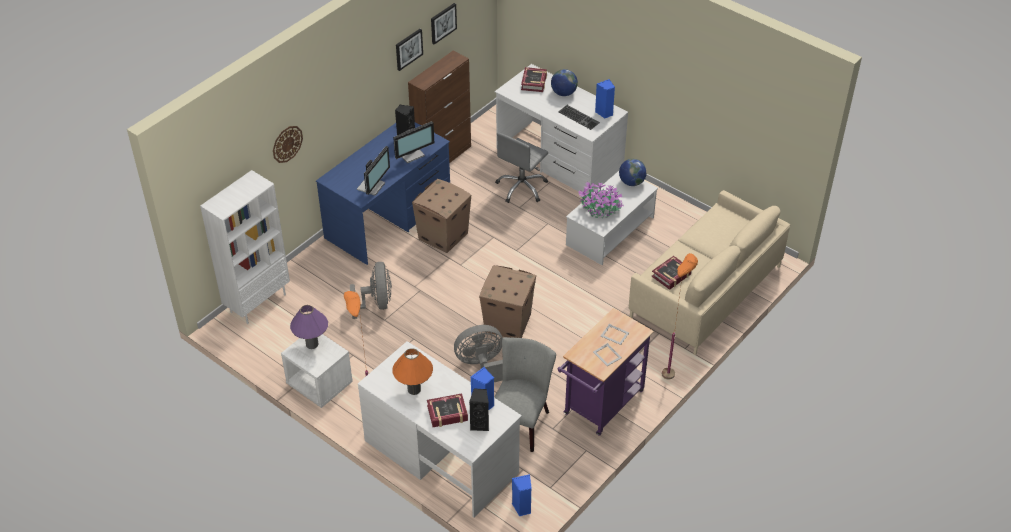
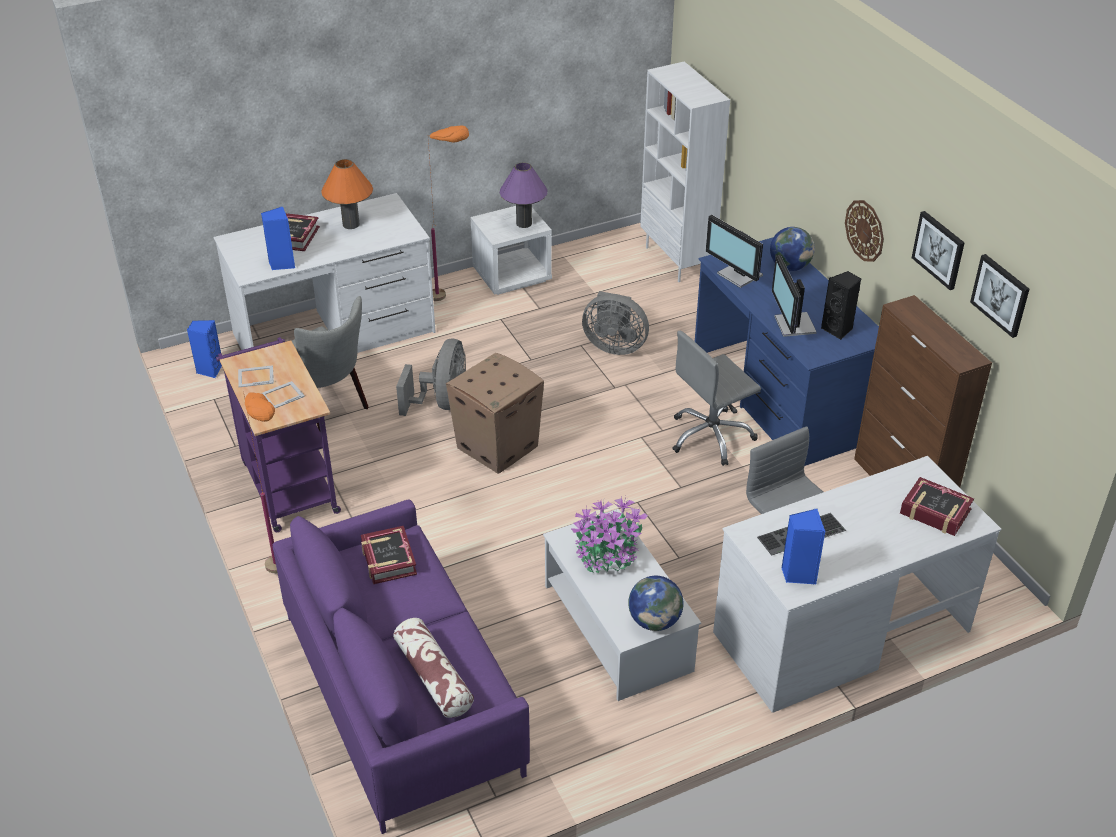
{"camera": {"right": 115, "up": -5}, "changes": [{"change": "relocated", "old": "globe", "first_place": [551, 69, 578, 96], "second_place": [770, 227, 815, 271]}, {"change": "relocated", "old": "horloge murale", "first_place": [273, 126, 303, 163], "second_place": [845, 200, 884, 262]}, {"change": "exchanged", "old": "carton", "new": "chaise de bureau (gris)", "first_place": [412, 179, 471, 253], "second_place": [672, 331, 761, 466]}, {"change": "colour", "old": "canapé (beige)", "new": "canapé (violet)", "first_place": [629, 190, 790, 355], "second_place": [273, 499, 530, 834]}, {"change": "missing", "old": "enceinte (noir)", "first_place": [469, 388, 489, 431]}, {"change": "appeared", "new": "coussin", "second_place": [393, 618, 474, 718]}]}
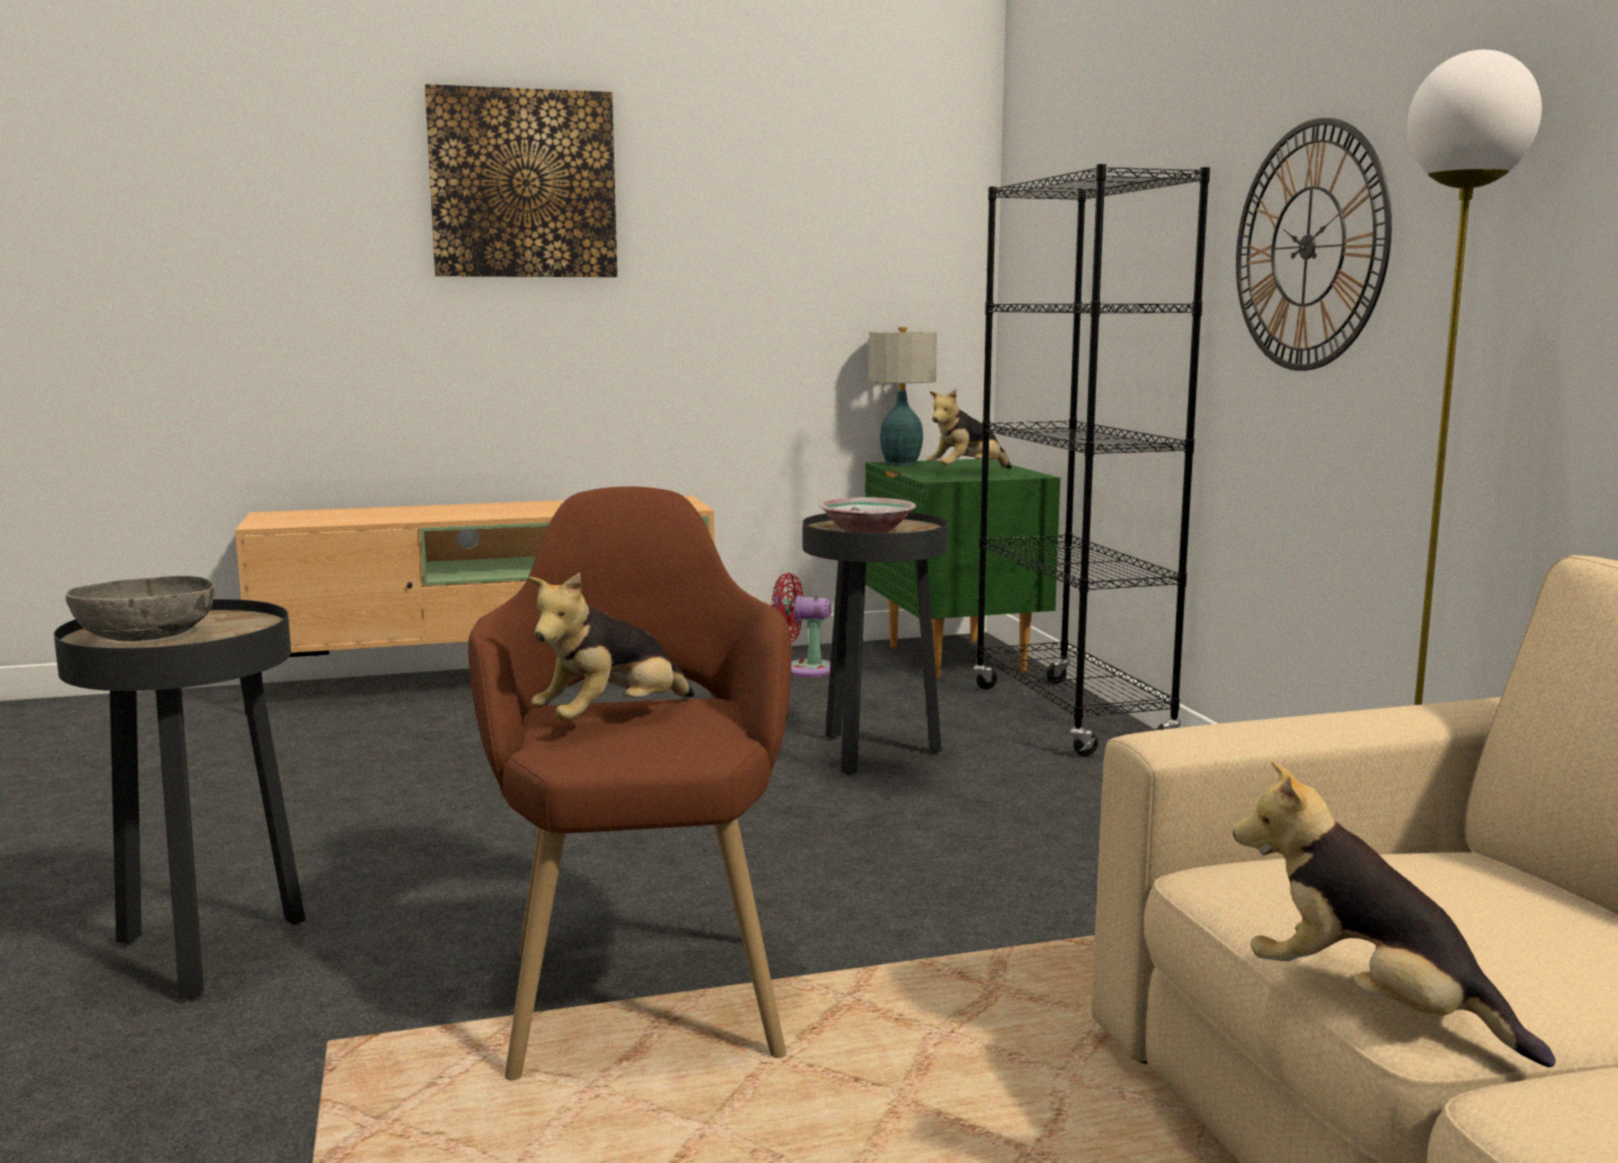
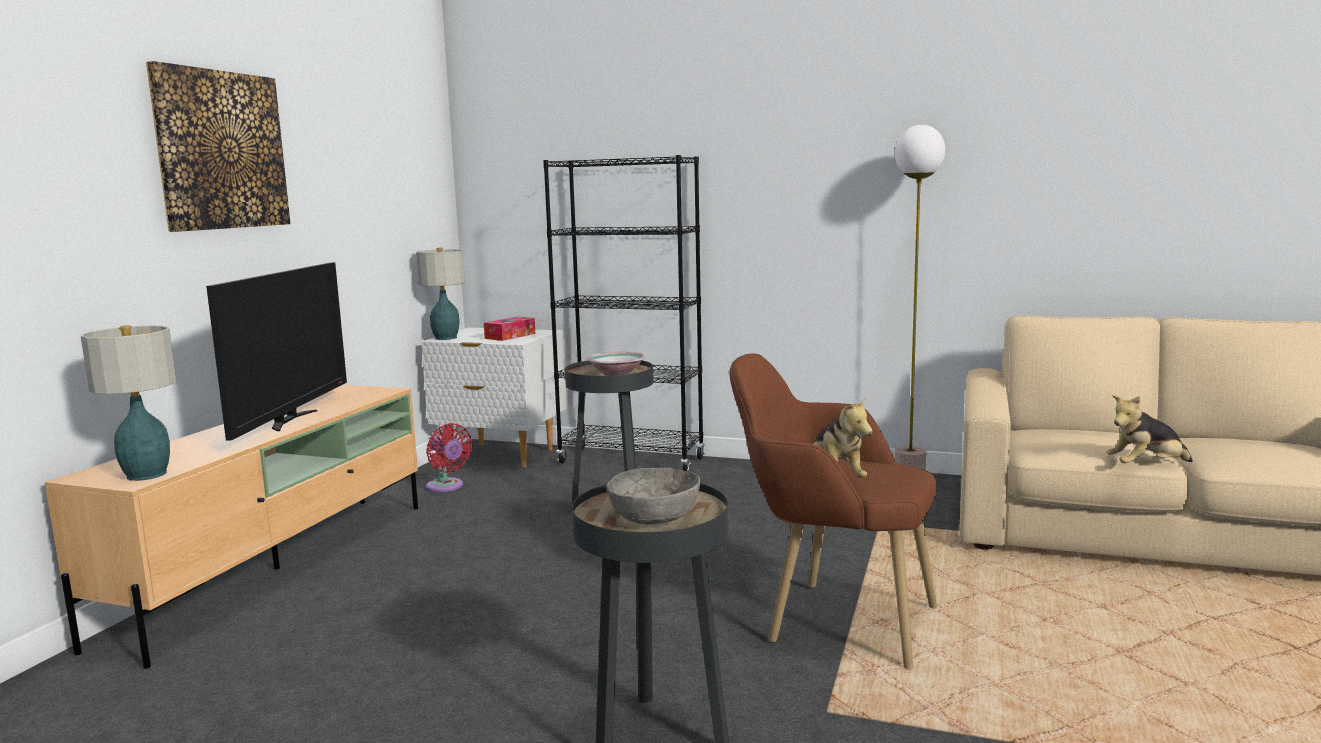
{"camera": {"right": -55, "up": 0}, "changes": [{"change": "missing", "old": "horloge murale", "first_place": [1236, 118, 1392, 371]}, {"change": "exchanged", "old": "peluche", "new": "boîte à mouchoirs", "first_place": [927, 389, 1011, 469], "second_place": [484, 317, 535, 341]}, {"change": "colour", "old": "table de chevet (vert)", "new": "table de chevet (blanc)", "first_place": [865, 459, 1060, 678], "second_place": [421, 328, 567, 467]}, {"change": "spun", "old": "ventilateur (rouge)", "first_place": [771, 573, 831, 677], "second_place": [426, 423, 473, 492], "degrees": -90}, {"change": "appeared", "new": "téléviseur", "second_place": [206, 262, 347, 440]}, {"change": "appeared", "new": "lampe de table", "second_place": [81, 325, 176, 481]}]}
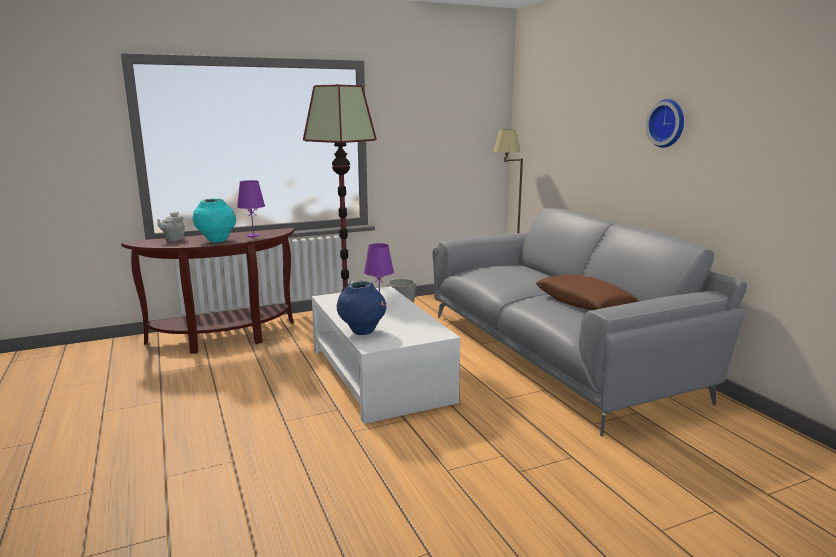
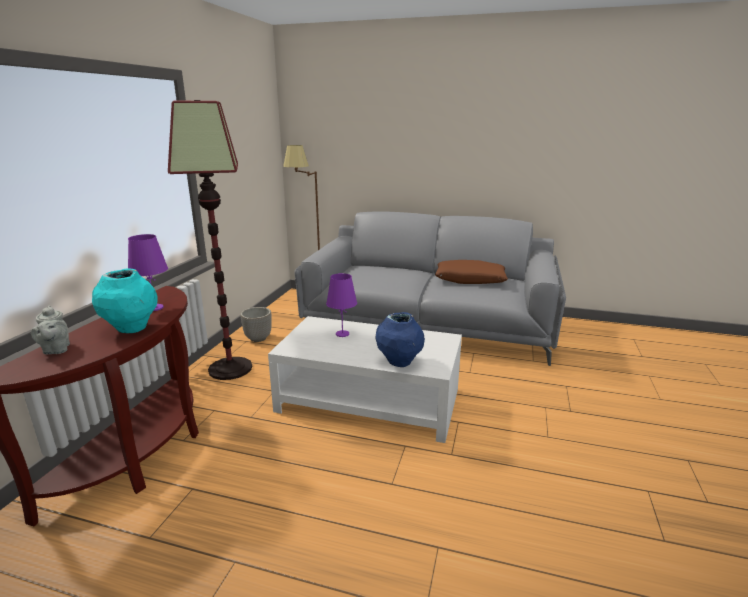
{"camera": {"right": -50, "up": 5}, "changes": [{"change": "missing", "old": "horloge murale", "first_place": [646, 99, 684, 148]}]}
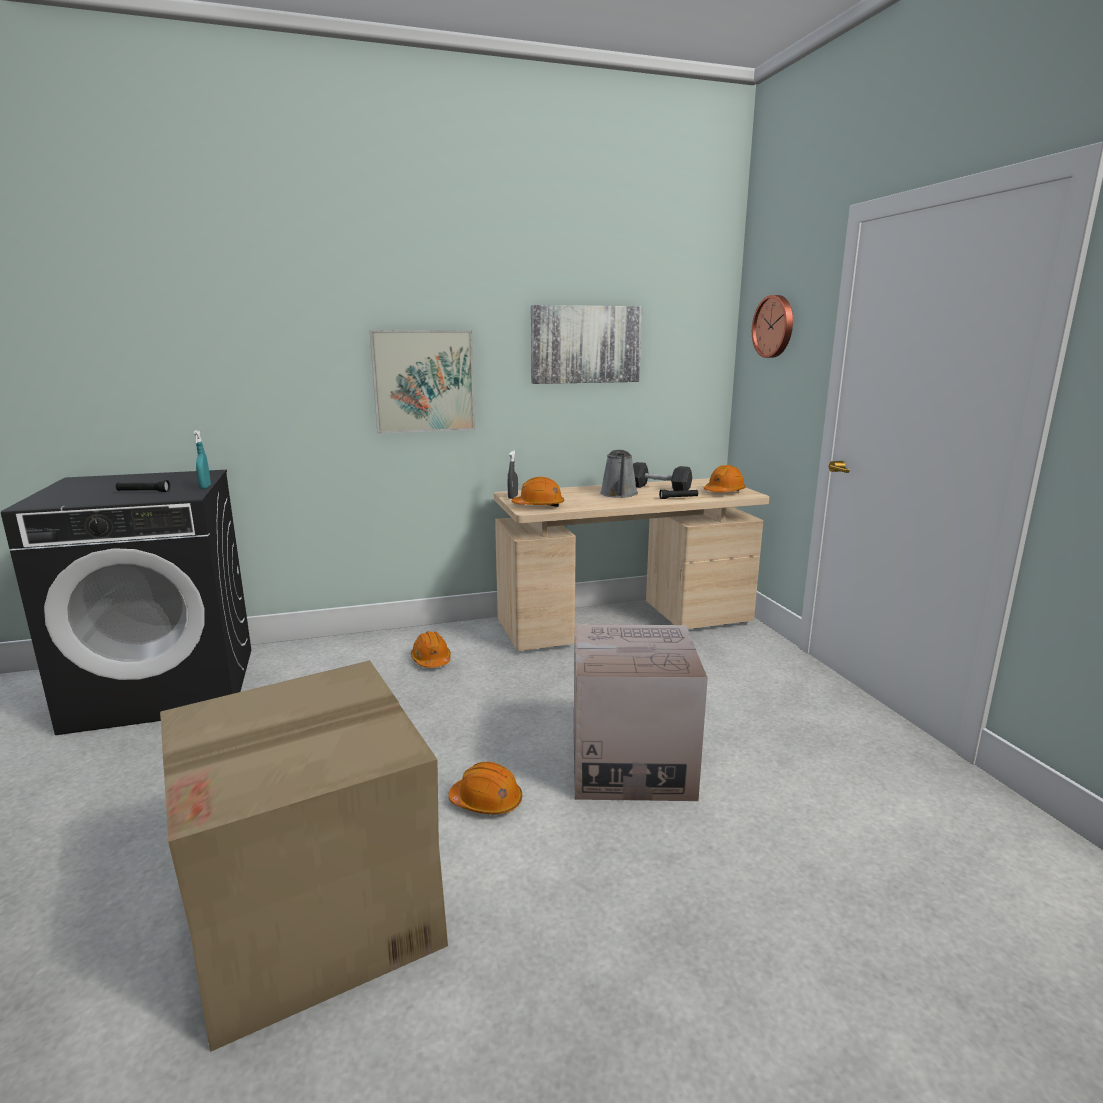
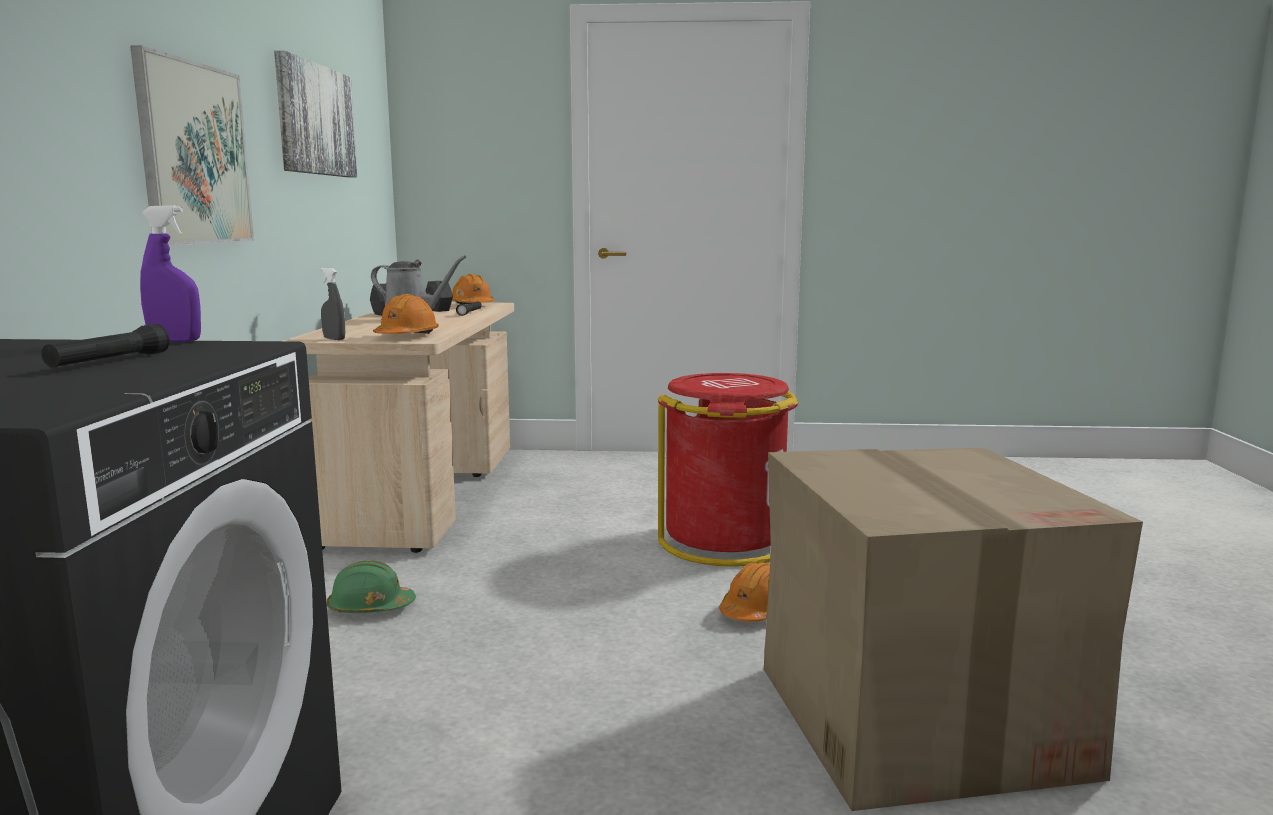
{"camera": {"right": -70, "up": -5}, "changes": [{"change": "missing", "old": "horloge murale", "first_place": [752, 295, 793, 358]}, {"change": "colour", "old": "vaporisateur (turquoise)", "new": "vaporisateur (violet)", "first_place": [193, 430, 211, 489], "second_place": [140, 205, 201, 342]}, {"change": "exchanged", "old": "carton", "new": "poubelle (rouge)", "first_place": [574, 624, 708, 801], "second_place": [658, 373, 798, 566]}, {"change": "colour", "old": "casque de chantier (orange)", "new": "casque de chantier (vert)", "first_place": [411, 631, 451, 668], "second_place": [327, 560, 416, 613]}]}
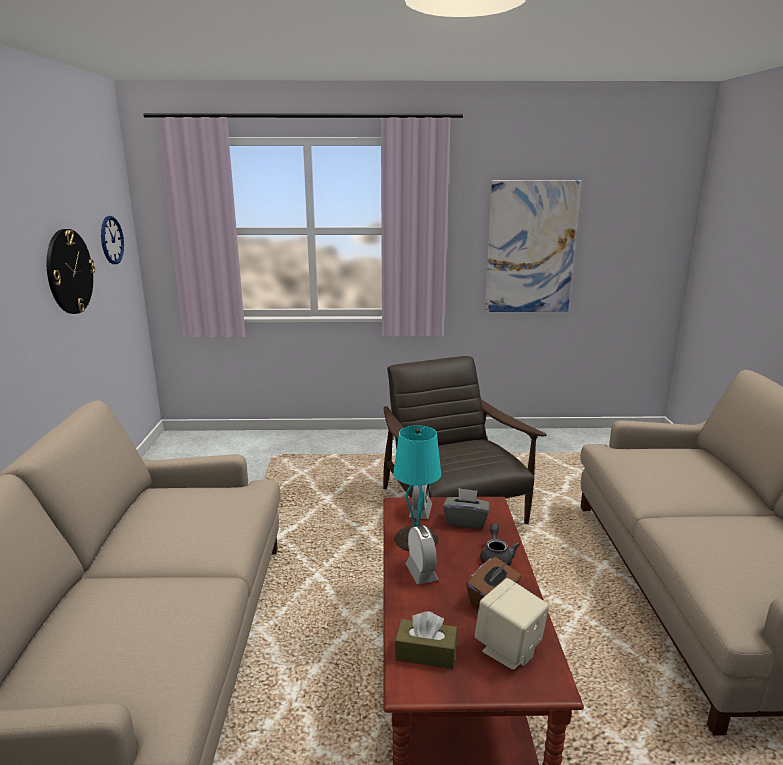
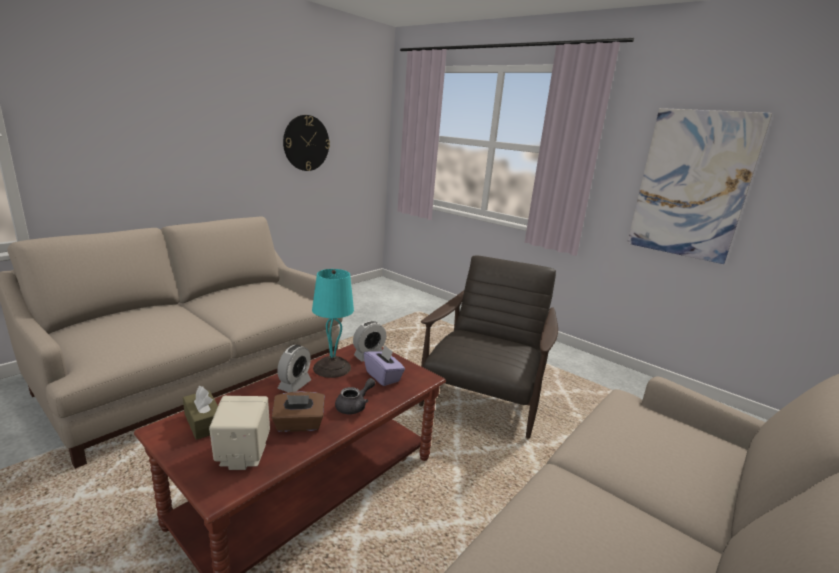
{"camera": {"right": 40, "up": 0}, "changes": [{"change": "missing", "old": "horloge murale", "first_place": [101, 216, 124, 264]}, {"change": "colour", "old": "boîte à mouchoirs (gris)", "new": "boîte à mouchoirs (violet)", "first_place": [443, 488, 490, 529], "second_place": [364, 345, 405, 386]}]}
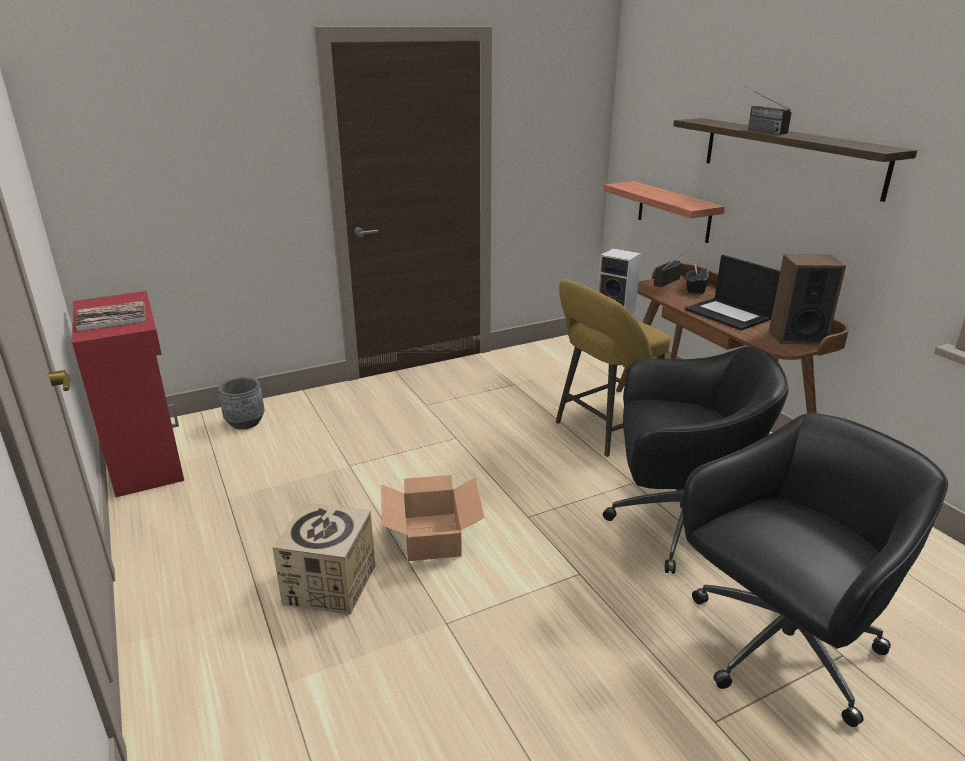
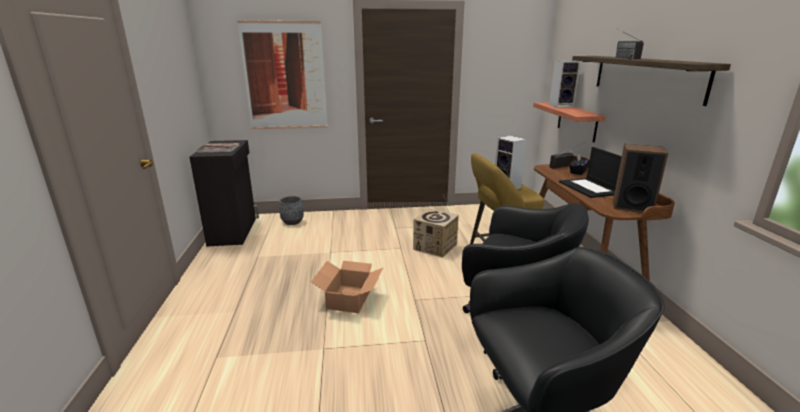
{"camera": {"right": 20, "up": -5}, "changes": [{"change": "colour", "old": "meuble de rangement (rouge)", "new": "meuble de rangement (noir)", "first_place": [72, 291, 184, 497], "second_place": [189, 140, 259, 247]}, {"change": "relocated", "old": "carton", "first_place": [272, 503, 375, 615], "second_place": [413, 209, 459, 257]}, {"change": "appeared", "new": "tableau", "second_place": [237, 20, 327, 129]}, {"change": "appeared", "new": "enceinte", "second_place": [549, 61, 580, 108]}]}
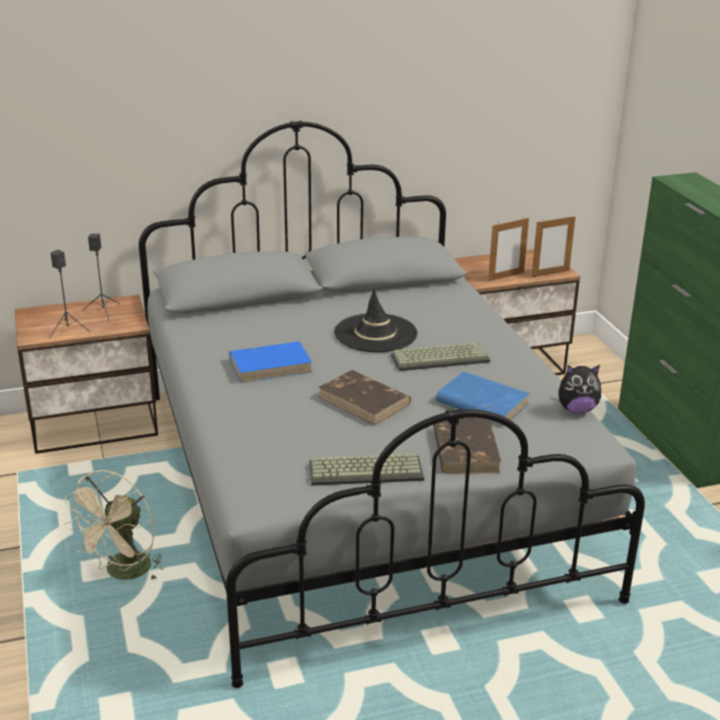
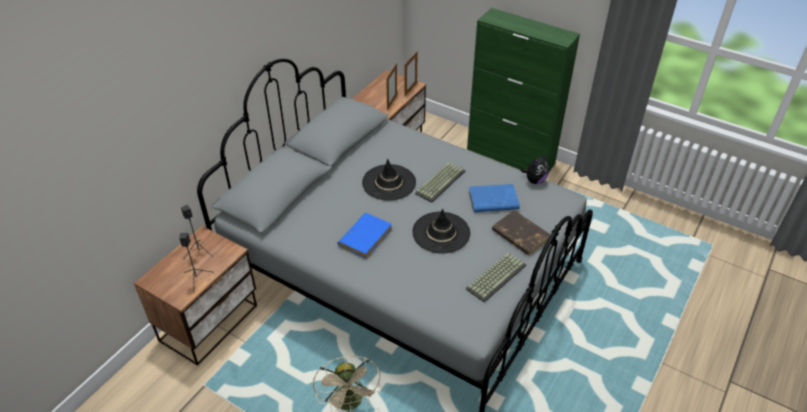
{"camera": {"right": -40, "up": 15}, "changes": [{"change": "exchanged", "old": "livre (marron)", "new": "chapeau (noir)", "first_place": [319, 370, 411, 425], "second_place": [412, 209, 471, 254]}]}
